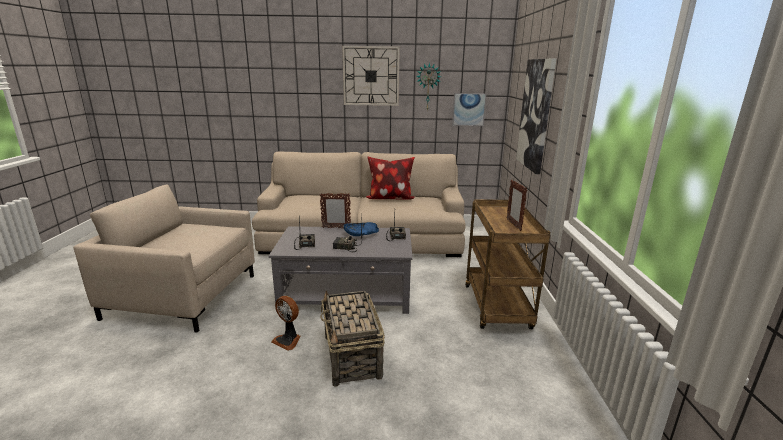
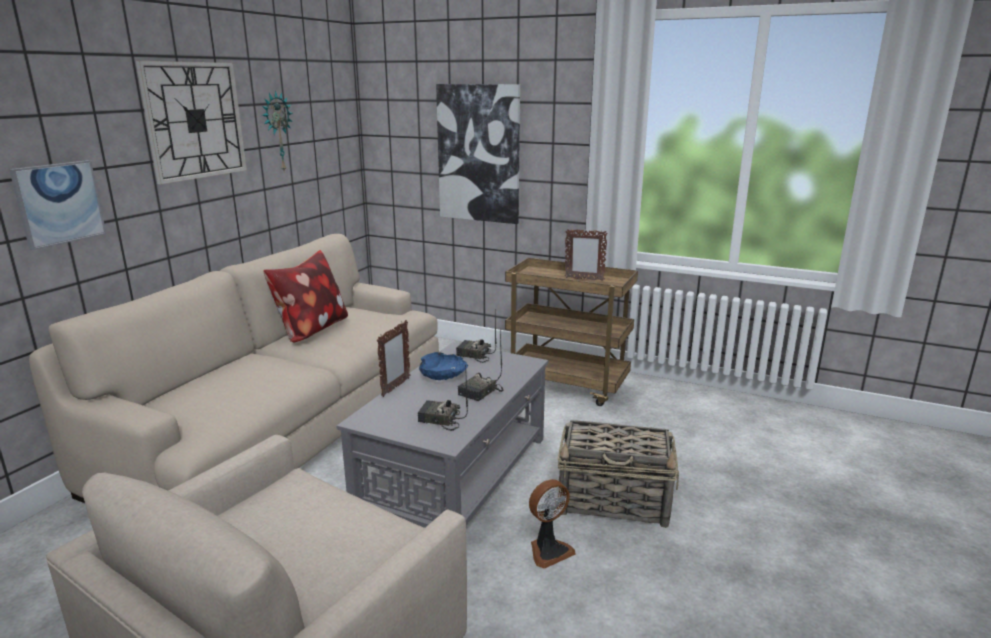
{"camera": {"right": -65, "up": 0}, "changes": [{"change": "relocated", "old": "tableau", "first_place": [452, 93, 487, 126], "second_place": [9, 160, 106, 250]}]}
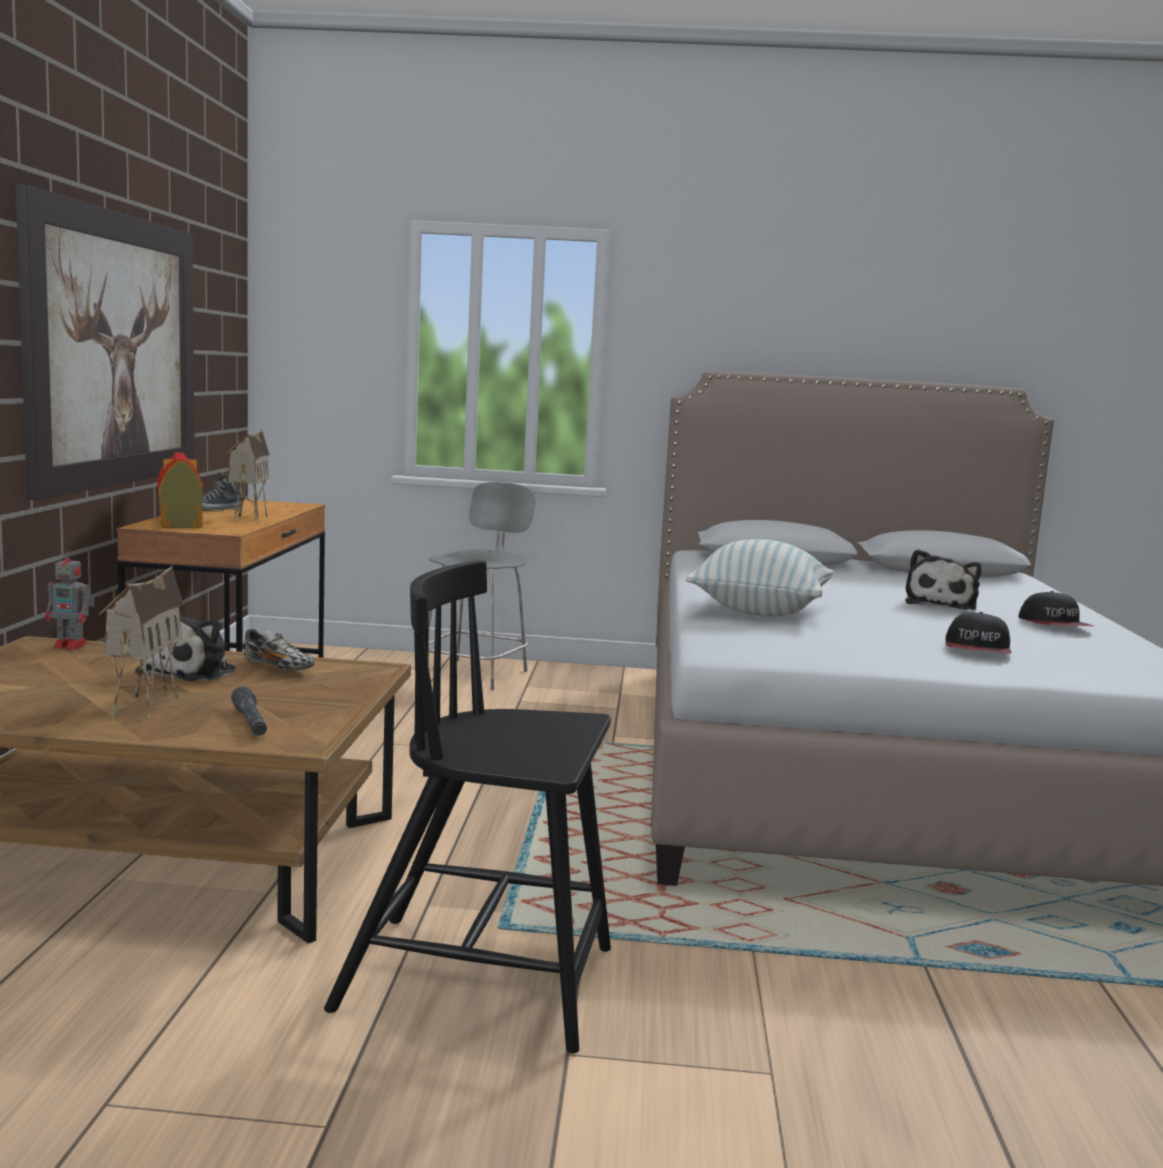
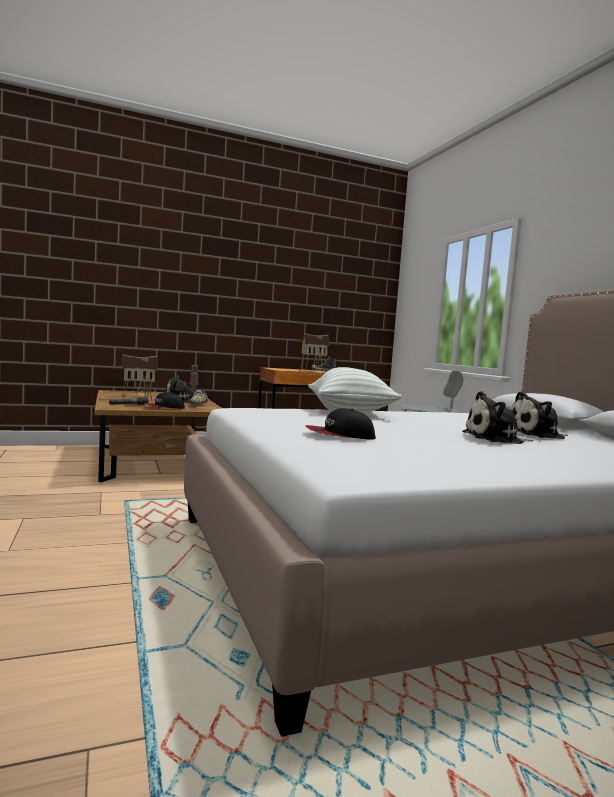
{"camera": {"right": 65, "up": -5}, "changes": [{"change": "missing", "old": "tableau", "first_place": [15, 184, 195, 501]}, {"change": "missing", "old": "maison miniature", "first_place": [157, 453, 204, 528]}, {"change": "missing", "old": "chaise (noir)", "first_place": [324, 560, 611, 1054]}, {"change": "relocated", "old": "casquette", "first_place": [1018, 591, 1093, 626], "second_place": [144, 392, 185, 409]}, {"change": "appeared", "new": "peluche", "second_place": [511, 391, 568, 439]}]}
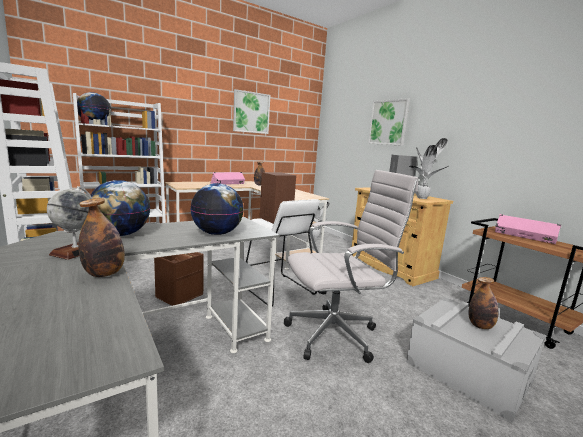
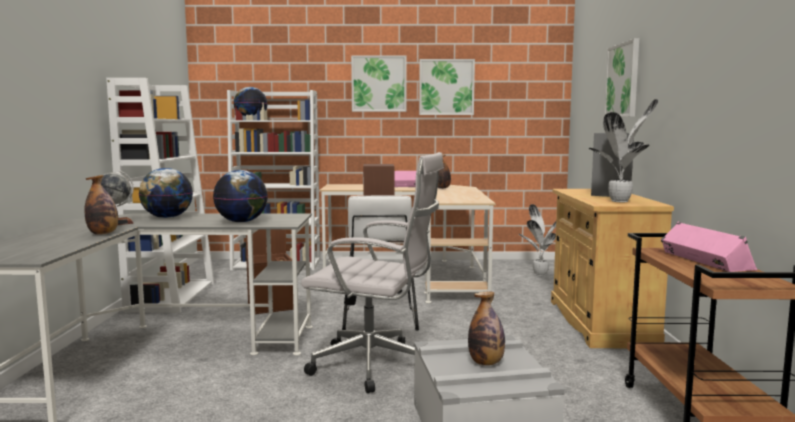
{"camera": {"right": 35, "up": -5}, "changes": [{"change": "appeared", "new": "tableau", "second_place": [351, 56, 407, 112]}]}
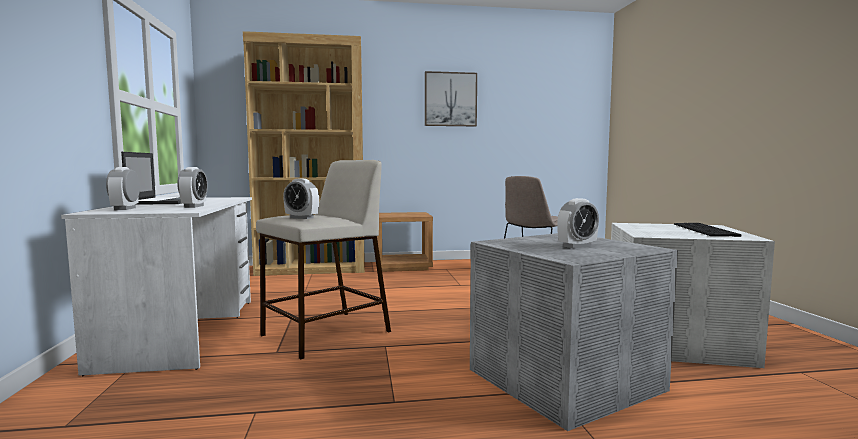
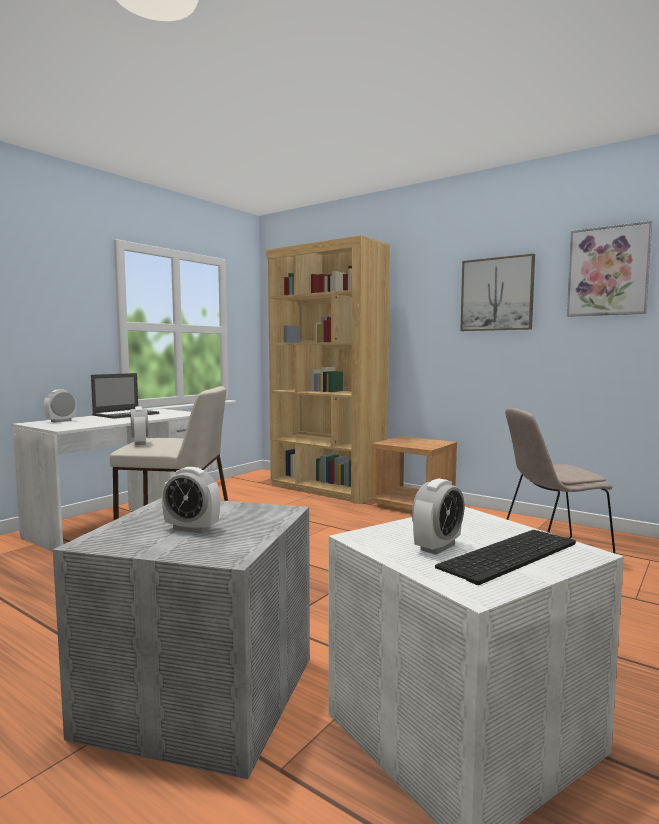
{"camera": {"right": 45, "up": 0}, "changes": [{"change": "relocated", "old": "réveil", "first_place": [177, 167, 208, 208], "second_place": [412, 478, 465, 555]}, {"change": "appeared", "new": "tableau", "second_place": [567, 221, 652, 317]}]}
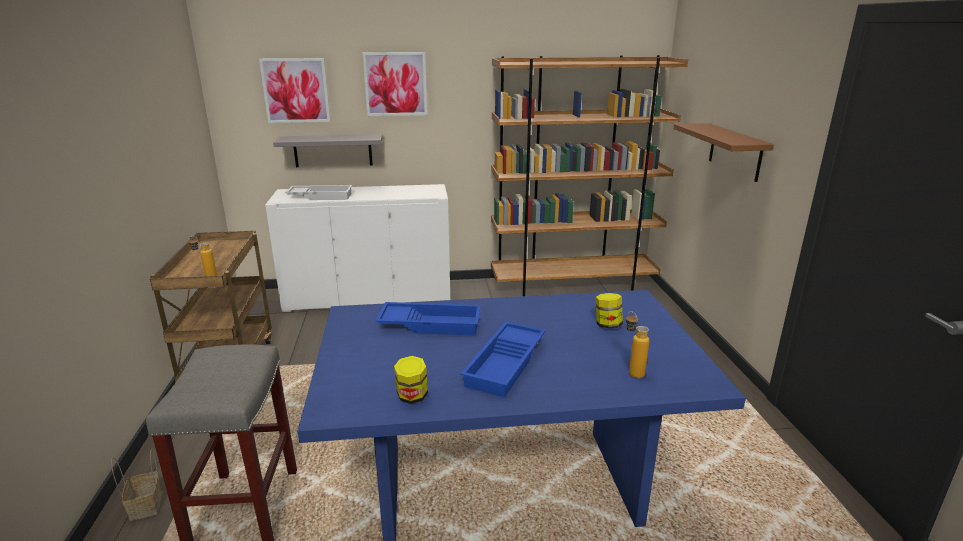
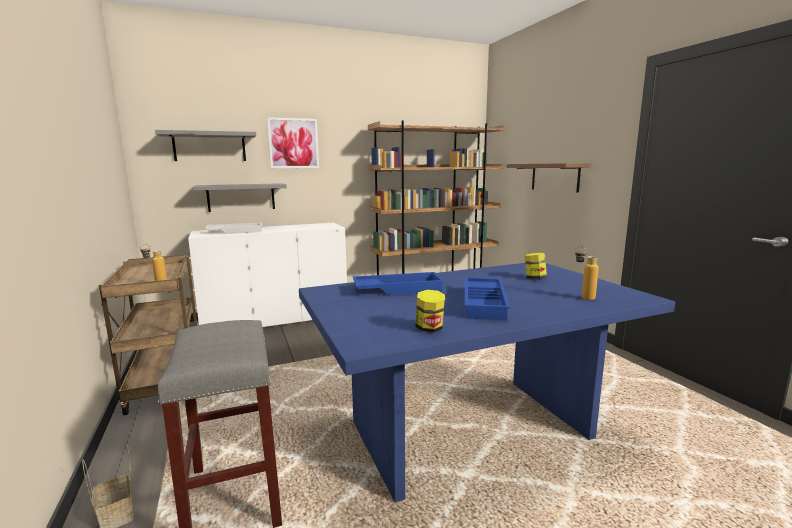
{"camera": {"right": -15, "up": -10}, "changes": [{"change": "exchanged", "old": "tableau", "new": "étagère (gris)", "first_place": [259, 58, 331, 123], "second_place": [155, 130, 256, 161]}]}
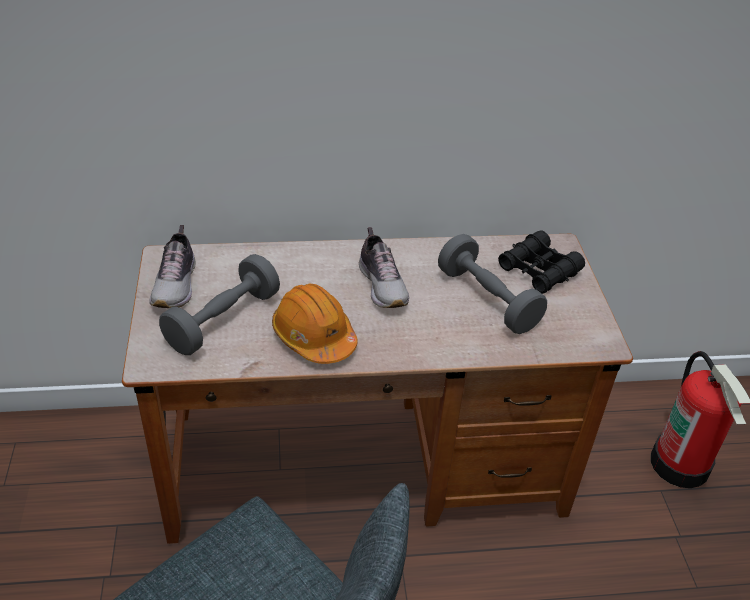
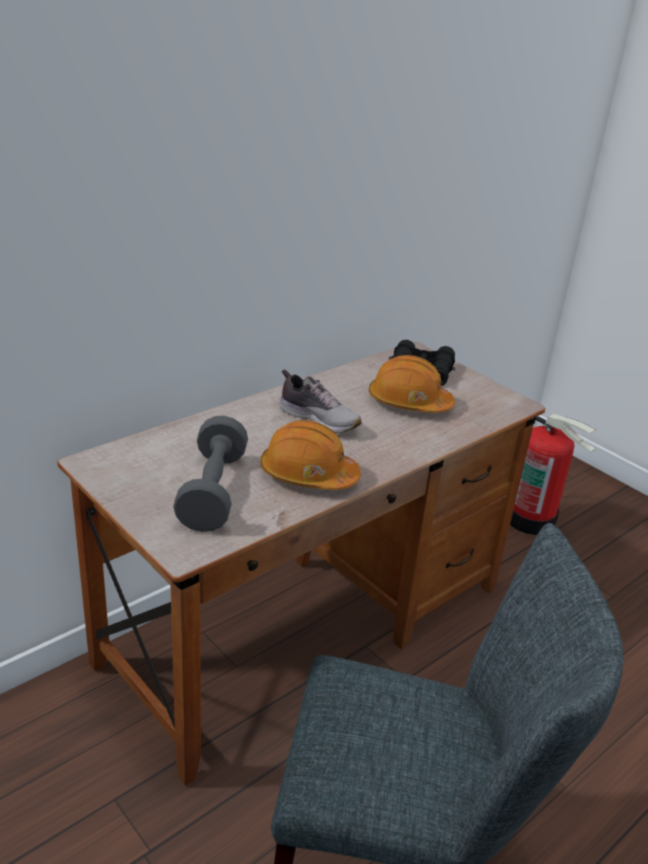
{"camera": {"right": -35, "up": -10}, "changes": [{"change": "missing", "old": "chaussure", "first_place": [149, 225, 196, 308]}, {"change": "exchanged", "old": "haltère (gris)", "new": "casque de chantier (orange)", "first_place": [438, 234, 547, 334], "second_place": [369, 355, 455, 413]}]}
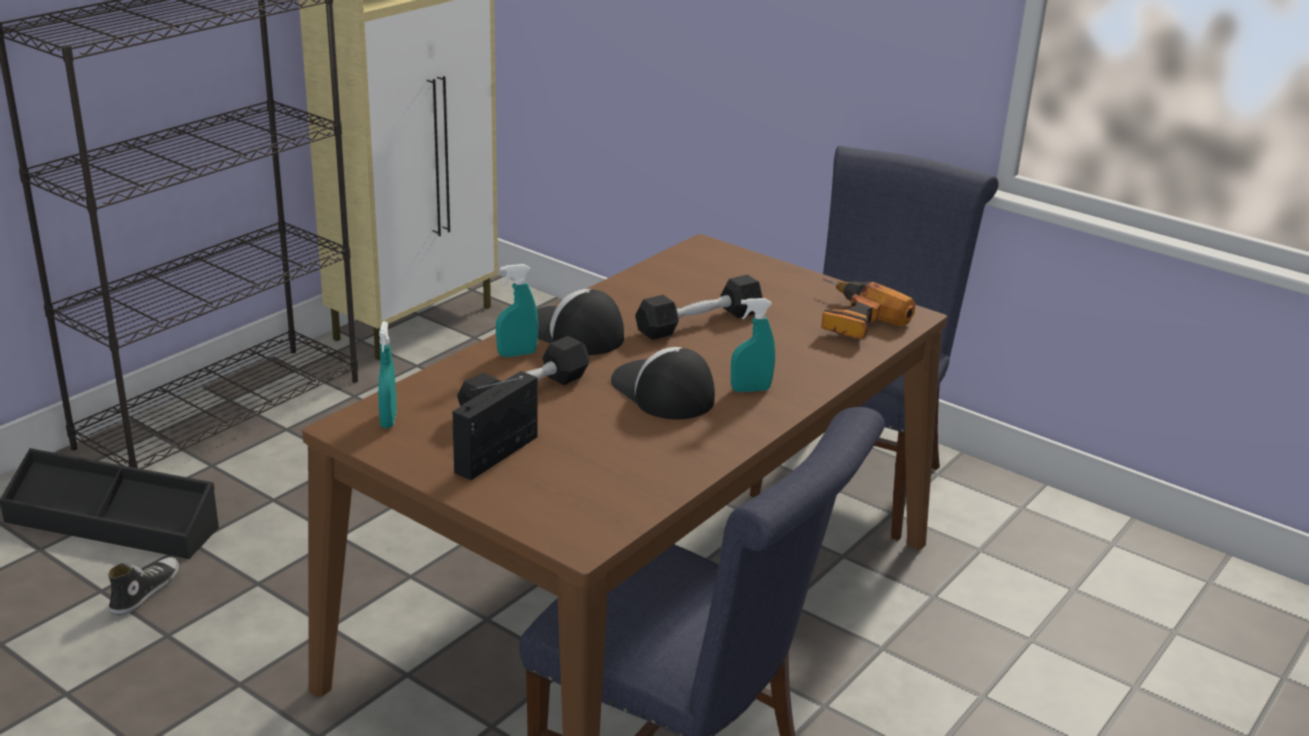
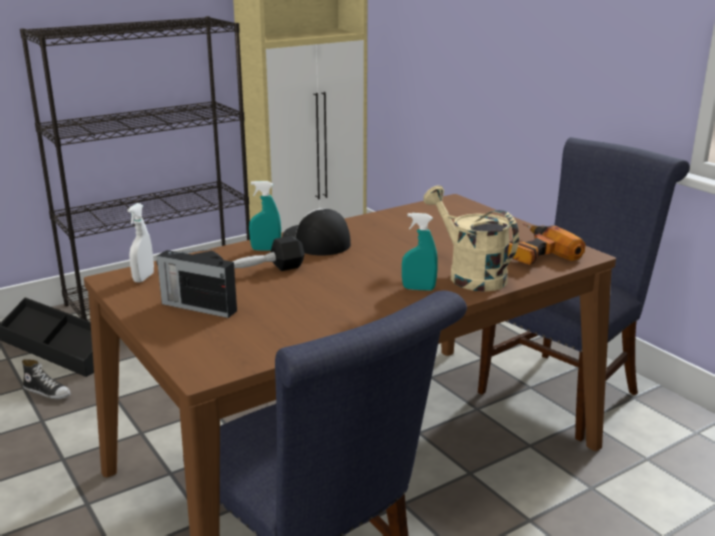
{"camera": {"right": 20, "up": -5}, "changes": [{"change": "missing", "old": "haltère (noir)", "first_place": [635, 275, 763, 340]}, {"change": "colour", "old": "vaporisateur (turquoise)", "new": "vaporisateur (blanc)", "first_place": [378, 321, 397, 428], "second_place": [127, 203, 154, 283]}, {"change": "missing", "old": "casquette", "first_place": [611, 347, 715, 419]}, {"change": "spun", "old": "radio", "first_place": [452, 371, 538, 480], "second_place": [156, 249, 237, 318], "degrees": -120}, {"change": "spun", "old": "chaussure", "first_place": [108, 557, 179, 616], "second_place": [22, 359, 71, 399], "degrees": 75}, {"change": "appeared", "new": "arrosoir (beige)", "second_place": [423, 186, 519, 292]}]}
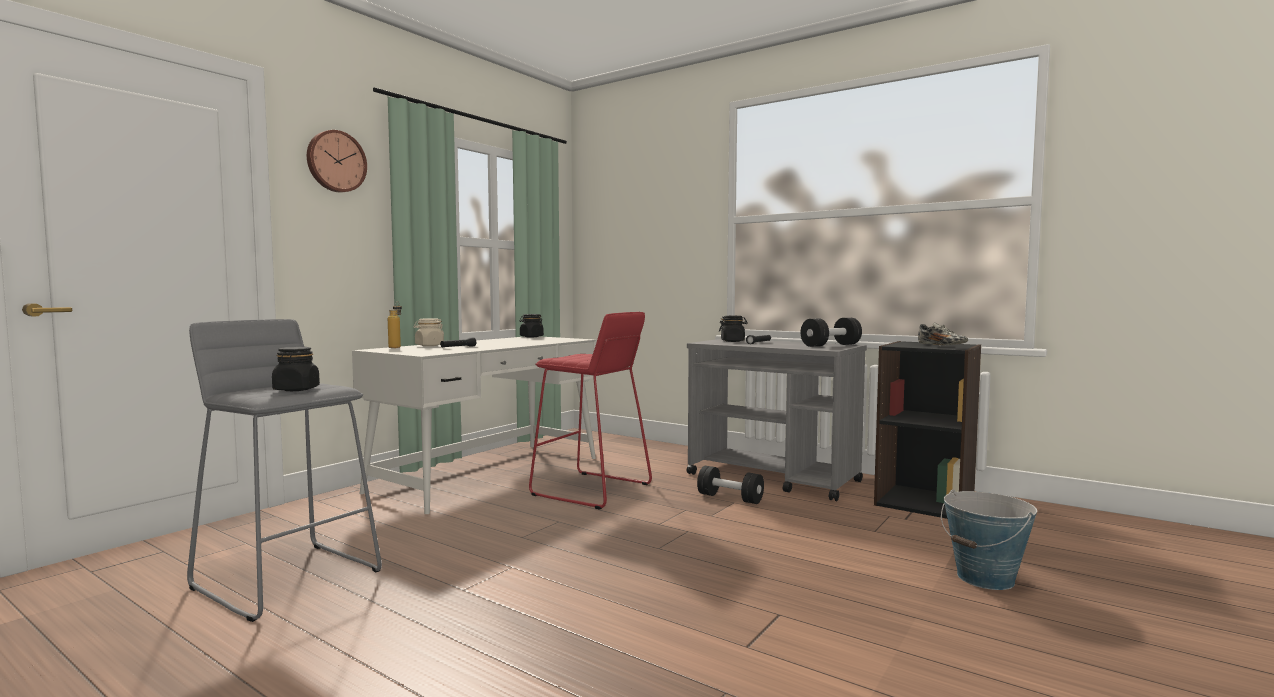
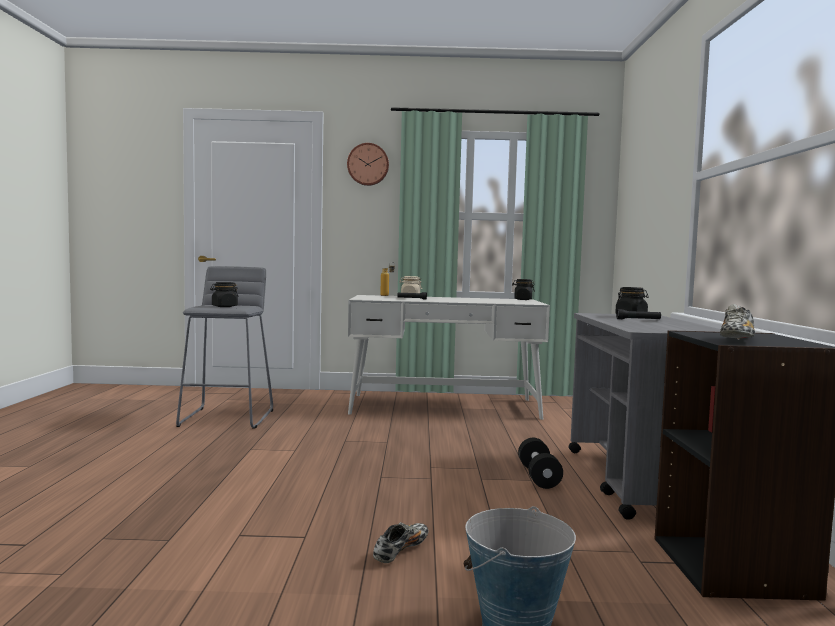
{"camera": {"right": 55, "up": 0}, "changes": [{"change": "missing", "old": "tabouret (rouge)", "first_place": [529, 312, 652, 510]}, {"change": "missing", "old": "haltère (noir)", "first_place": [800, 318, 862, 347]}, {"change": "appeared", "new": "chaussure", "second_place": [373, 522, 429, 563]}]}
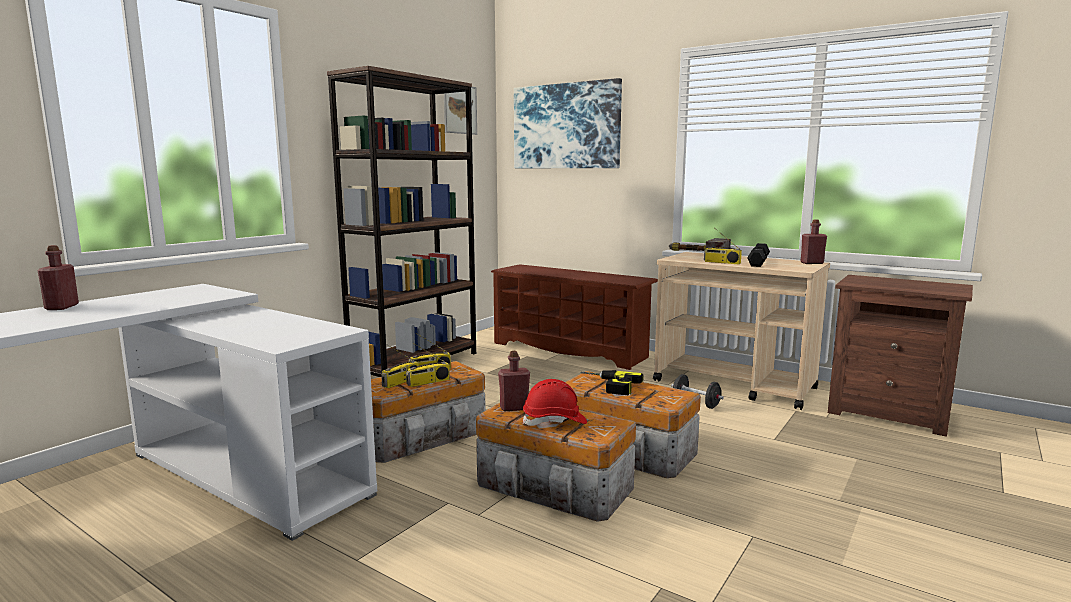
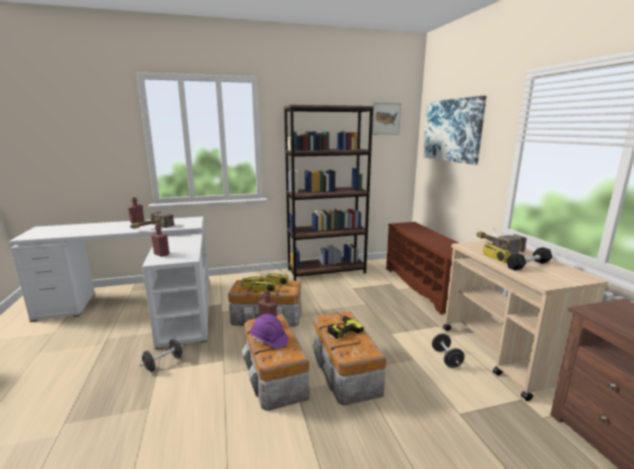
{"camera": {"right": 40, "up": 5}, "changes": [{"change": "relocated", "old": "bouteille (rouge)", "first_place": [801, 220, 827, 264], "second_place": [151, 223, 169, 257]}, {"change": "colour", "old": "casque de chantier (rouge)", "new": "casque de chantier (violet)", "first_place": [523, 379, 587, 426], "second_place": [250, 314, 289, 349]}, {"change": "appeared", "new": "marteau", "second_place": [130, 212, 174, 229]}, {"change": "appeared", "new": "haltère (noir)", "second_place": [140, 339, 183, 372]}]}
